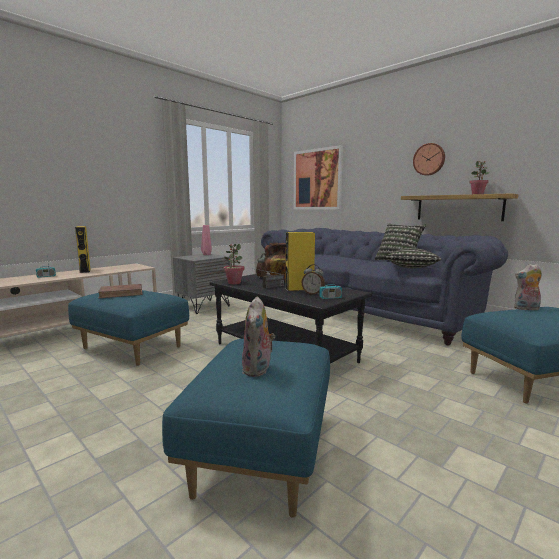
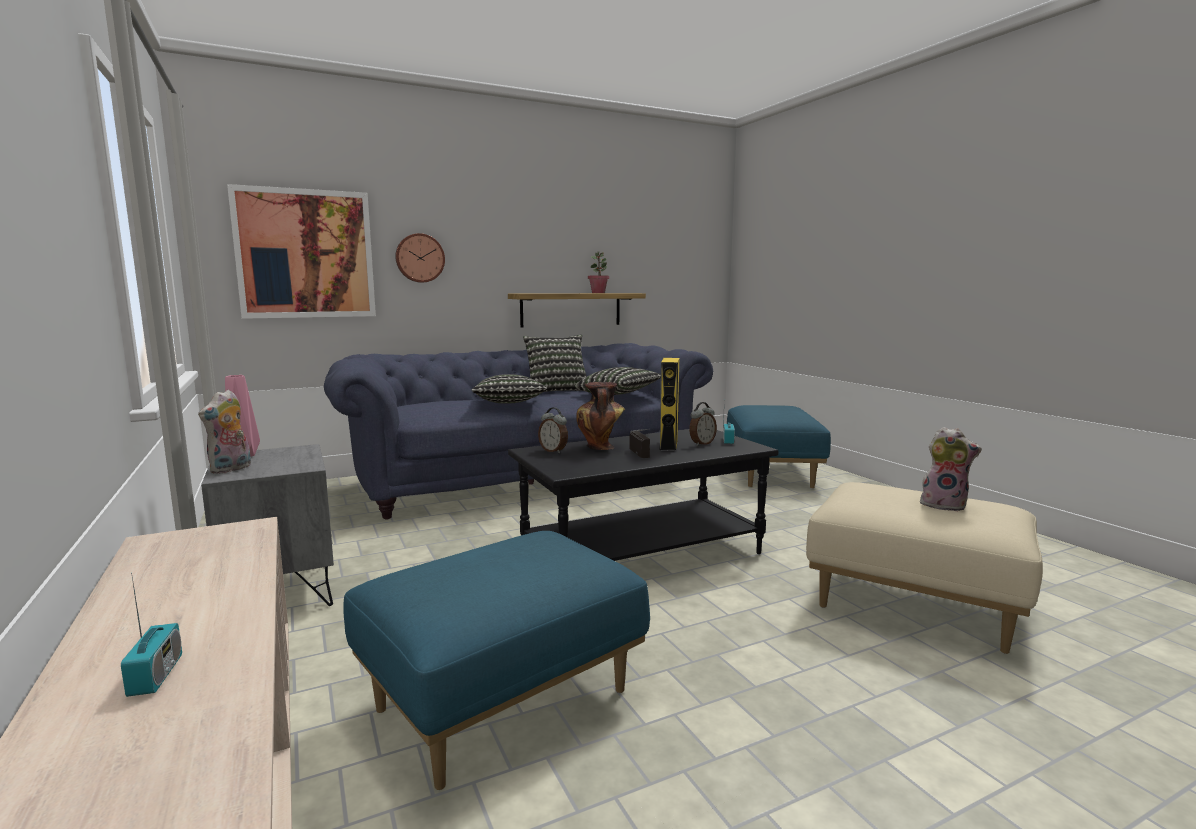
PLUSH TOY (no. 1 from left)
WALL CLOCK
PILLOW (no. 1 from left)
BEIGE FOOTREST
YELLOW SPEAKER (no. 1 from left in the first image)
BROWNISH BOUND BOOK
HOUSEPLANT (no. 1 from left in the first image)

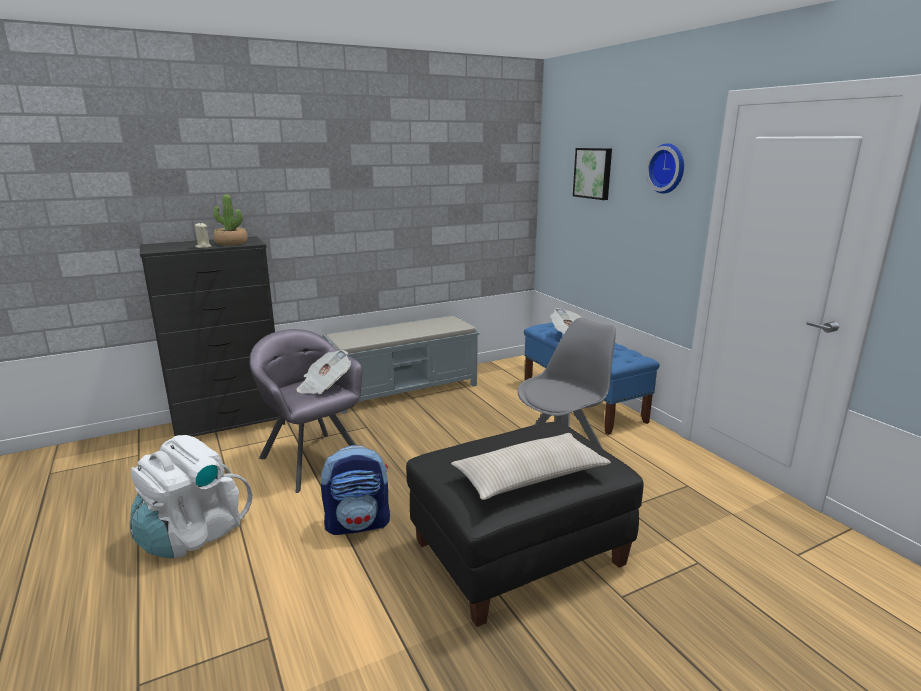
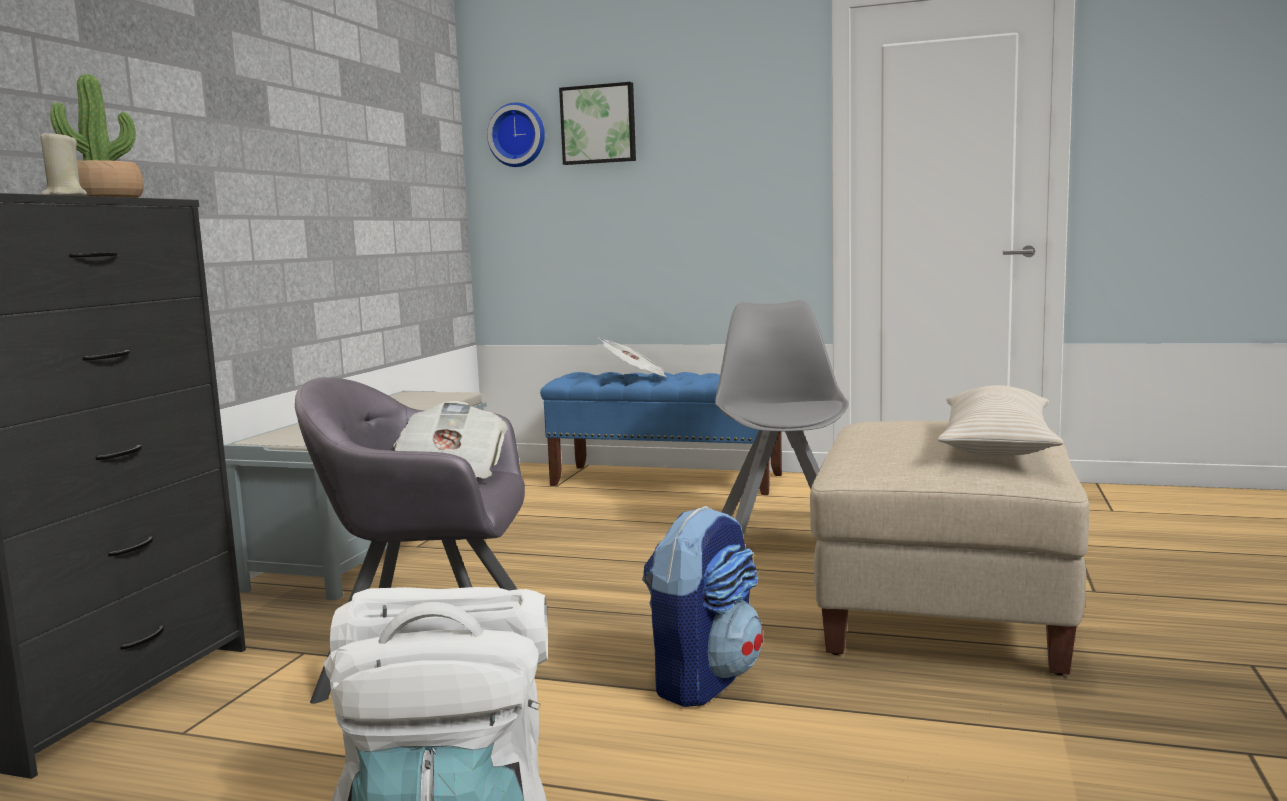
WALL CLOCK
BEIGE FOOTREST

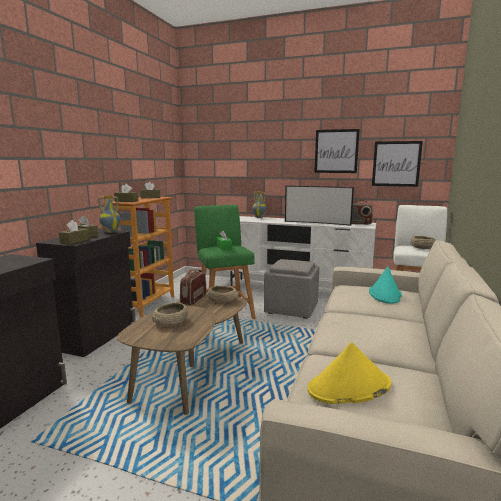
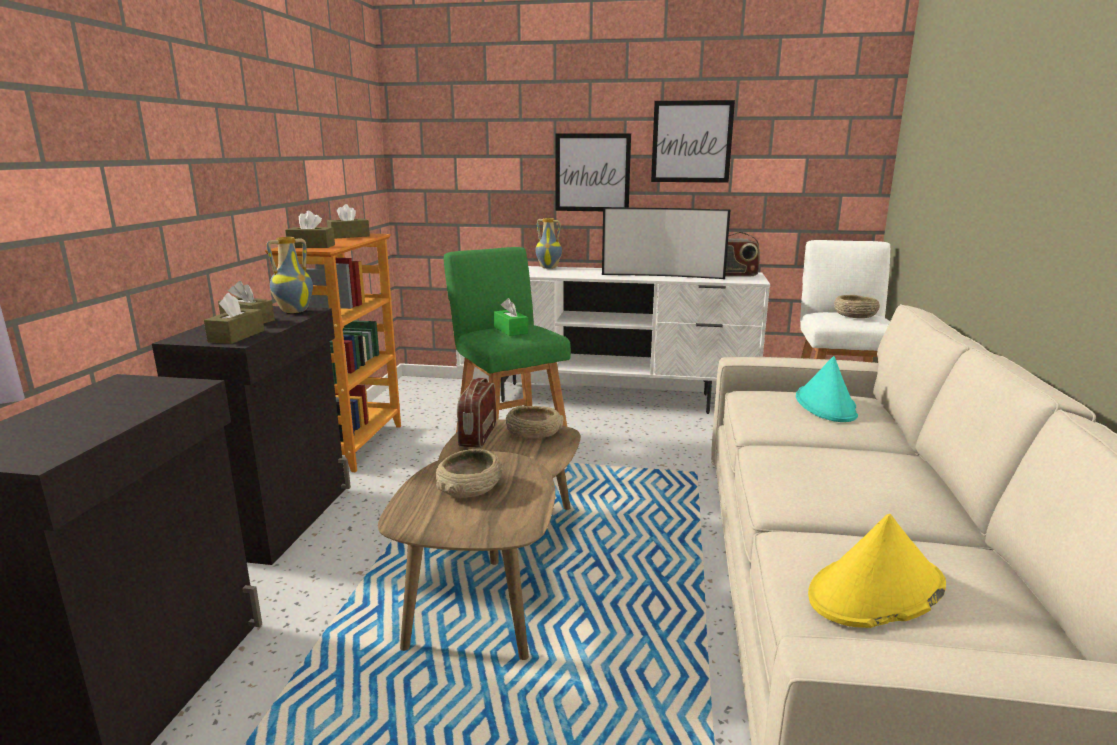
PICTURE (no. 1 from left)
GRAY FOOTREST

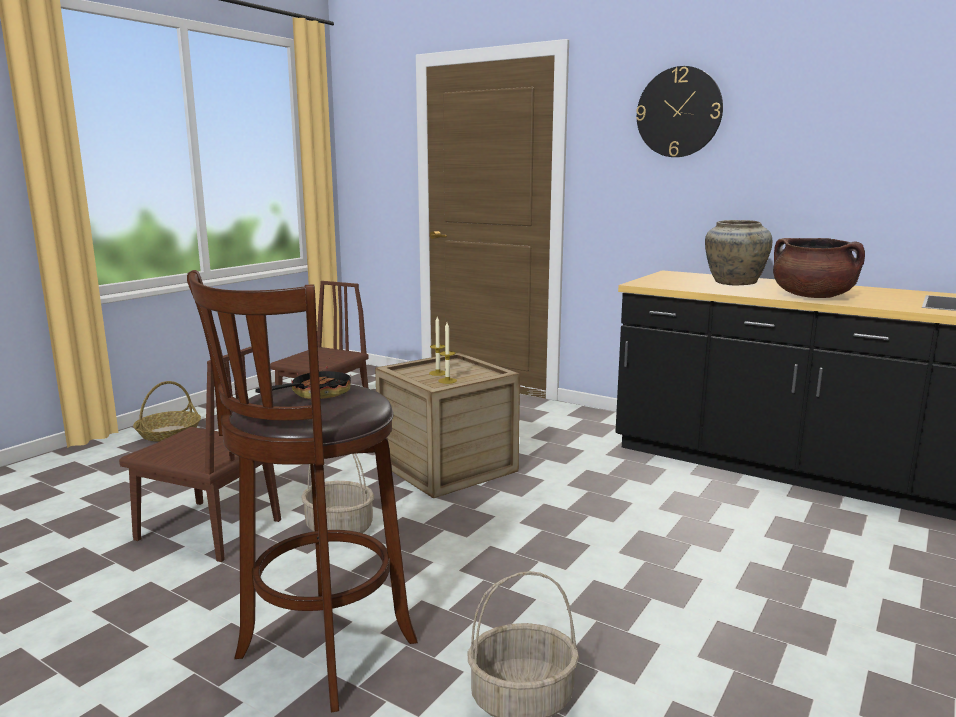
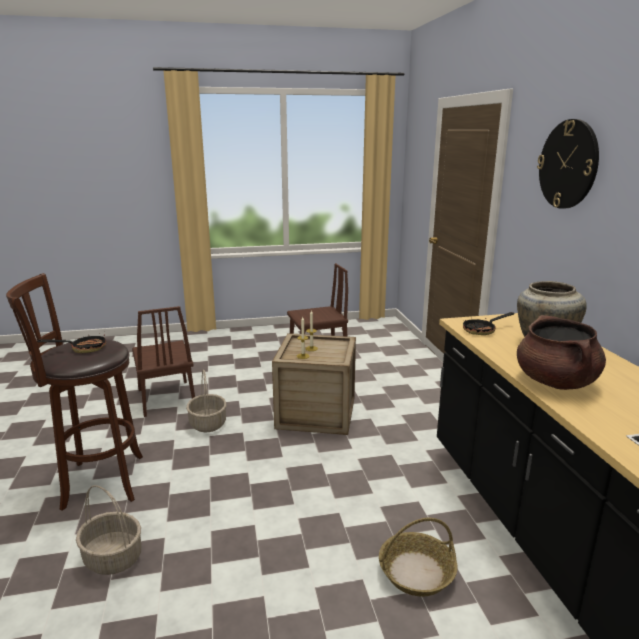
STORAGE BASKET (no. 3 from left)
PAN (no. 2 from left)

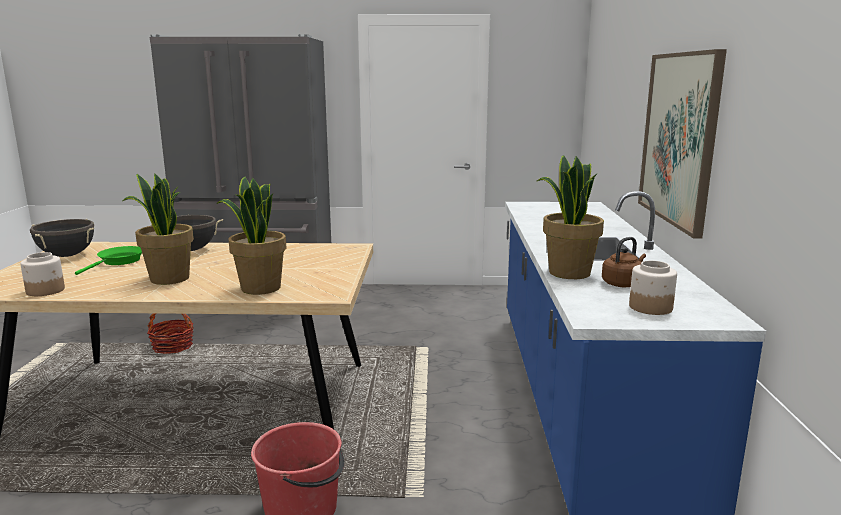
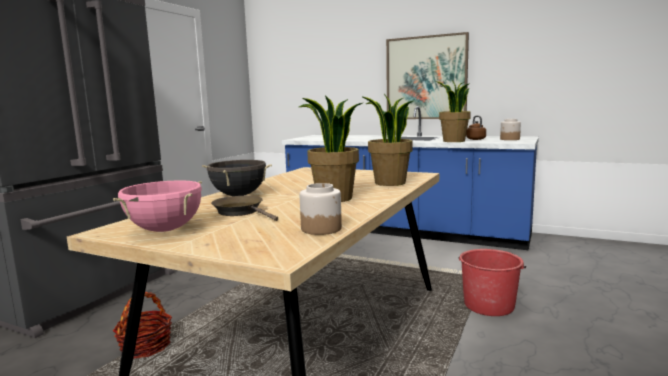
PINK-COLOURED STOCKPOT
BROWNISH PAN

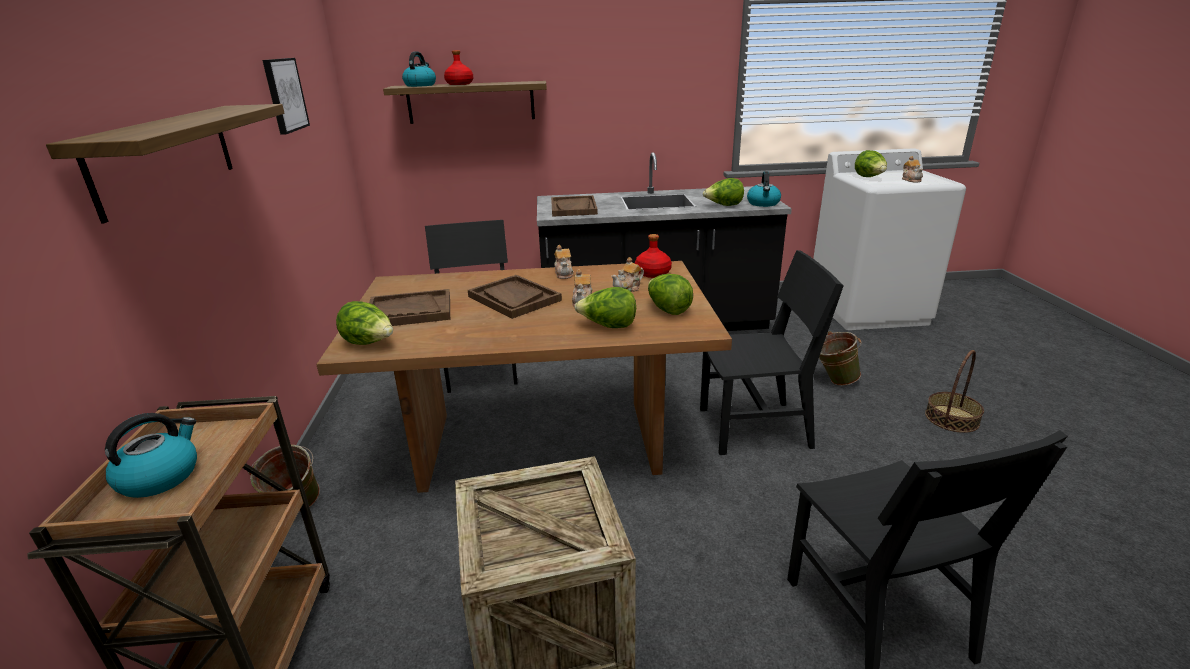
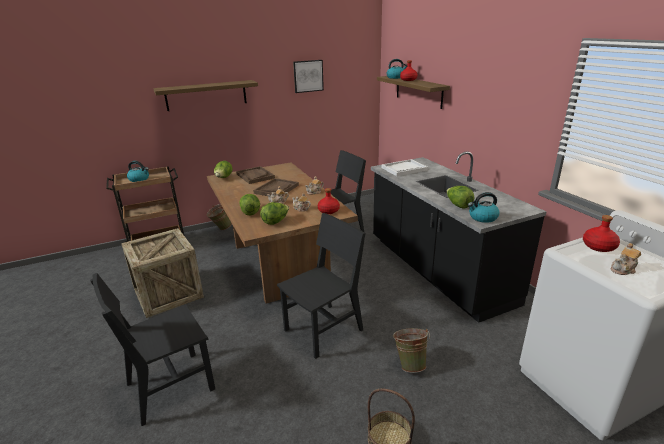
BLACK PLAIN CHAIR (no. 2 from left)
WHITISH SERVING TRAY
RED BEVERAGE BOTTLE (no. 3 from left)

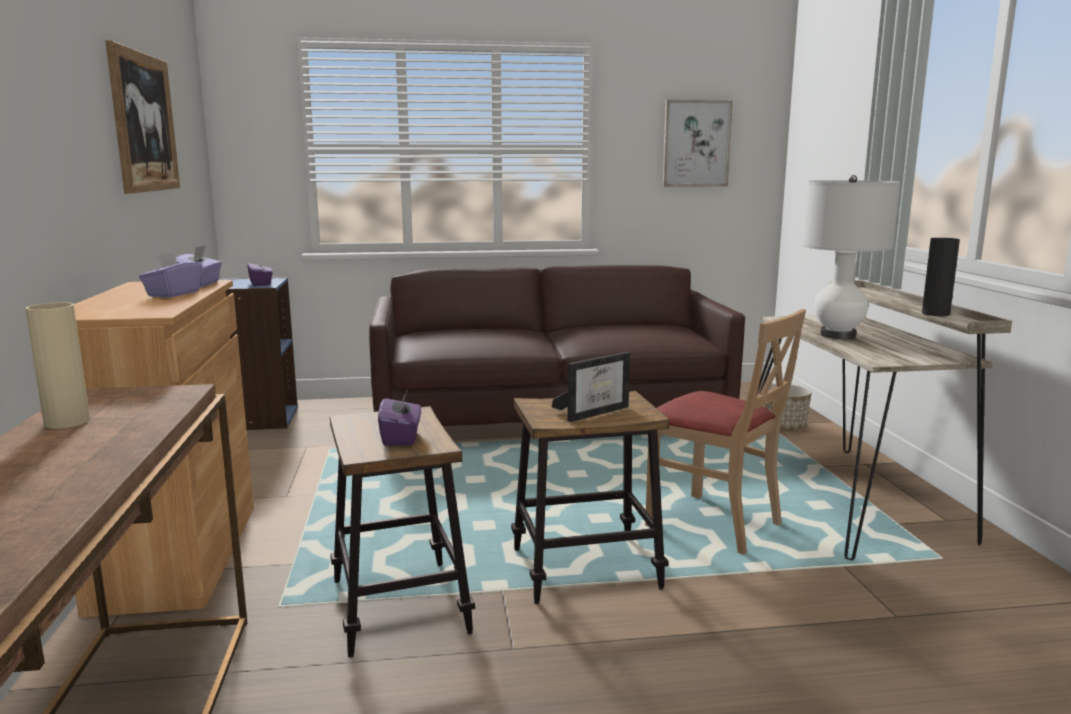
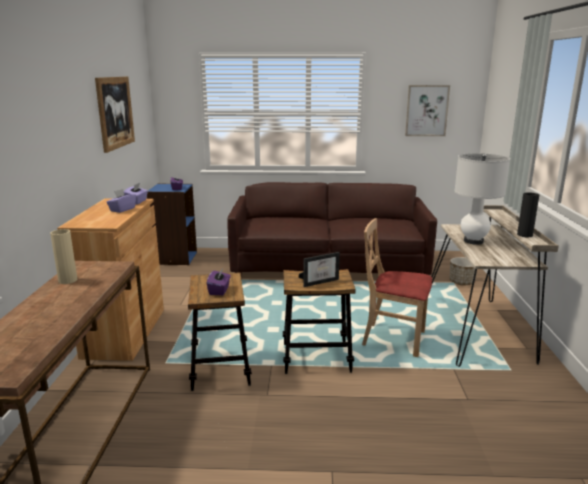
BEIGE PLAIN CHAIR

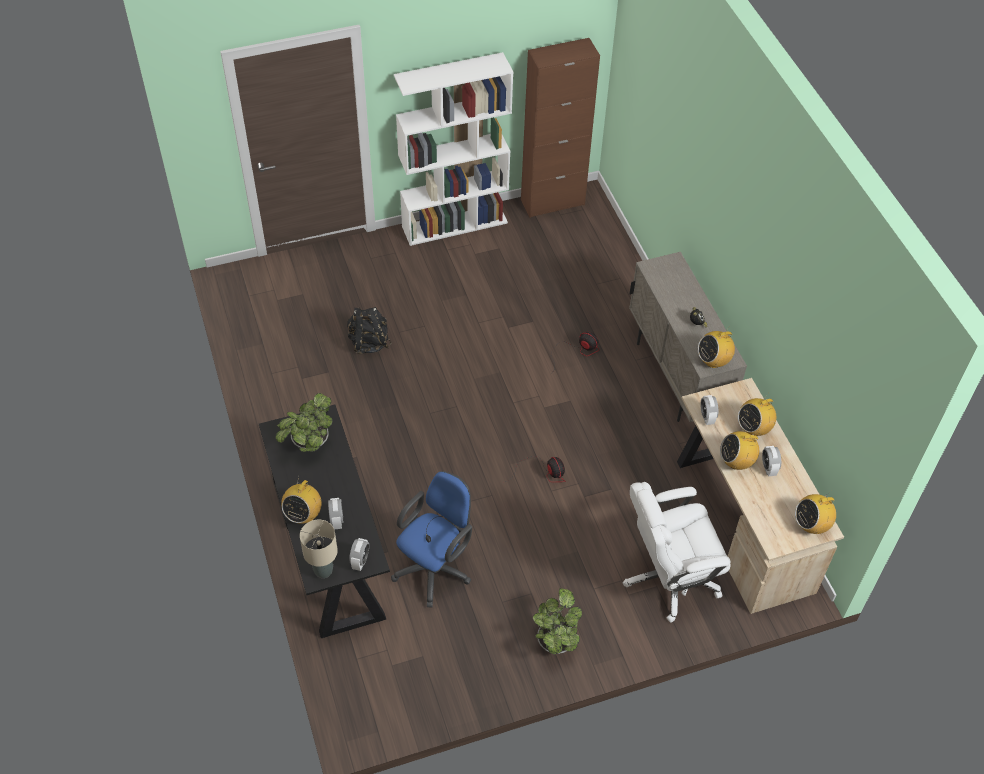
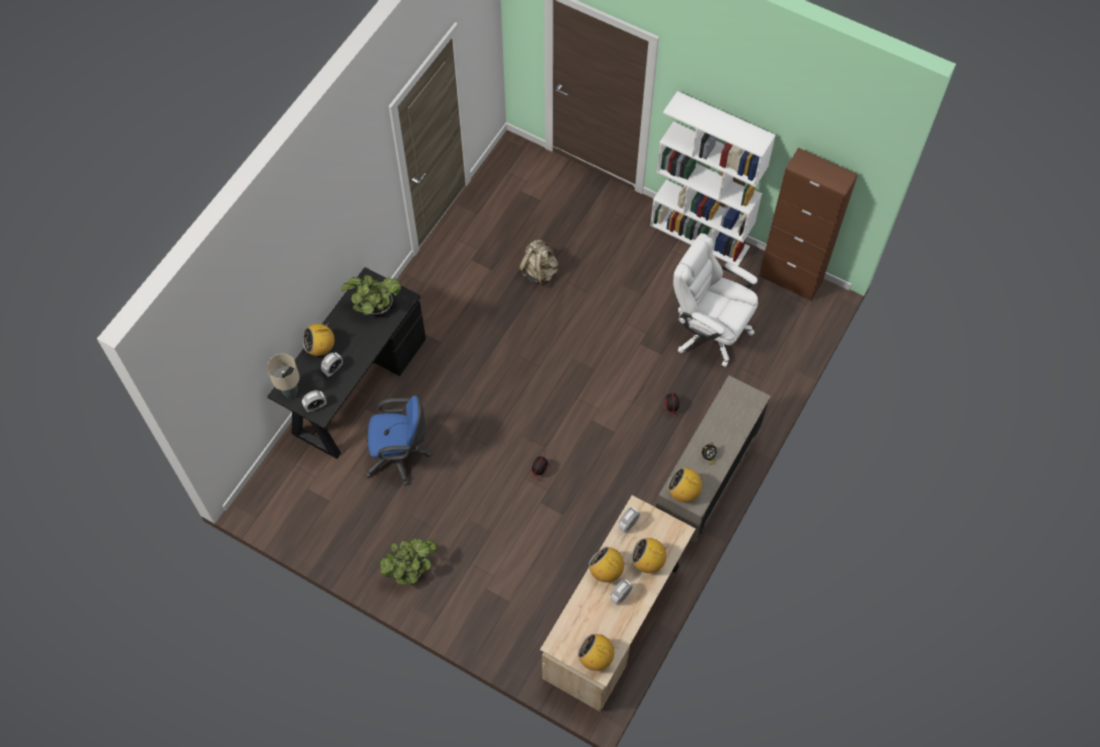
BEIGE KNAPSACK
WHITISH DESK CHAIR

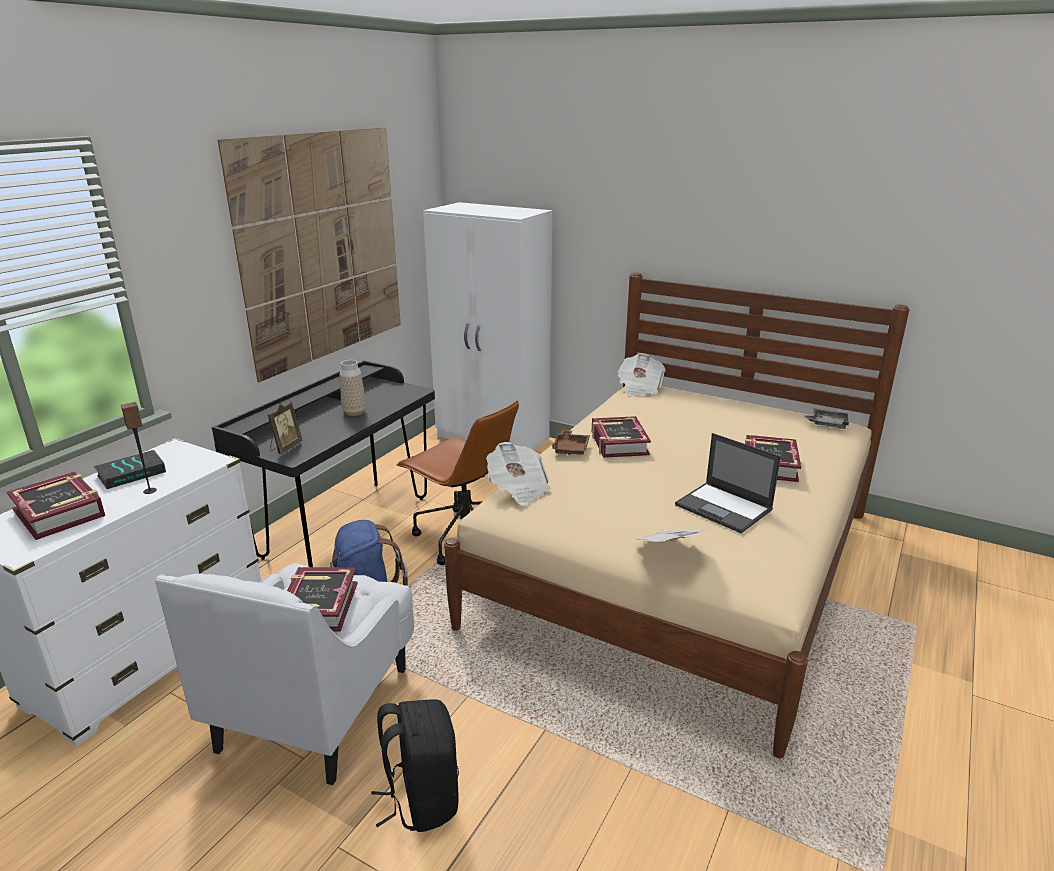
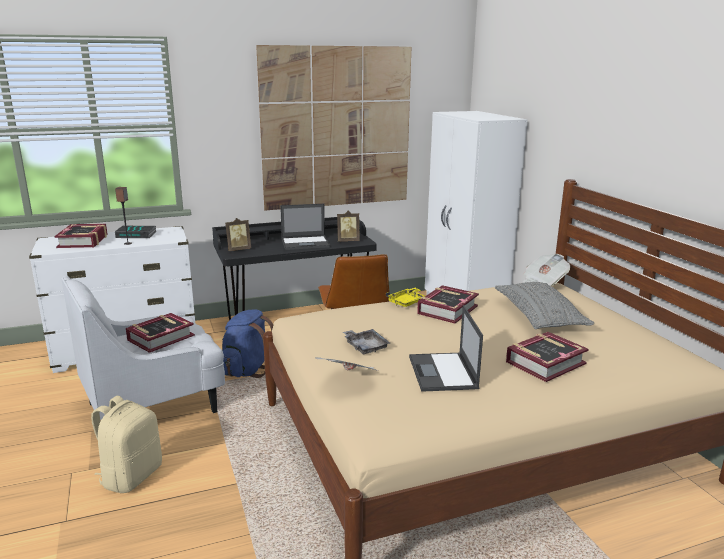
BEIGE KNAPSACK
LAPTOP (no. 1 from left)
PHOTO FRAME (no. 2 from left)
GRAY SERVING TRAY
YELLOW SERVING TRAY
GRAY PILLOW
NEWSPAPER (no. 1 from left in the first image)

